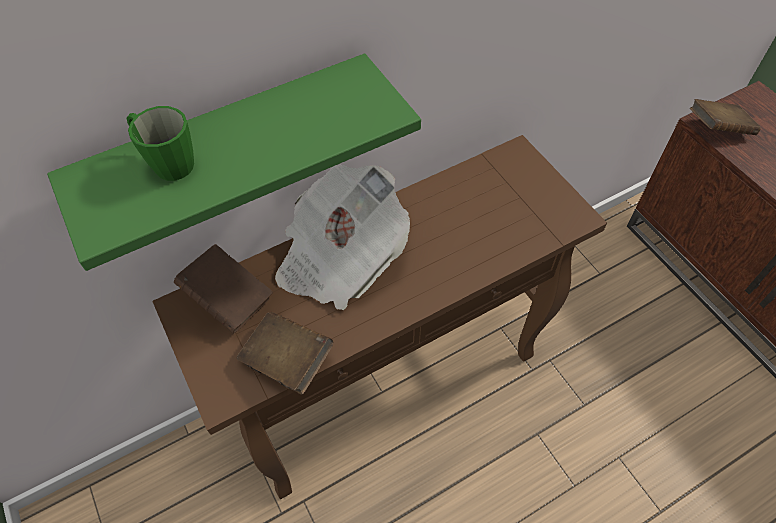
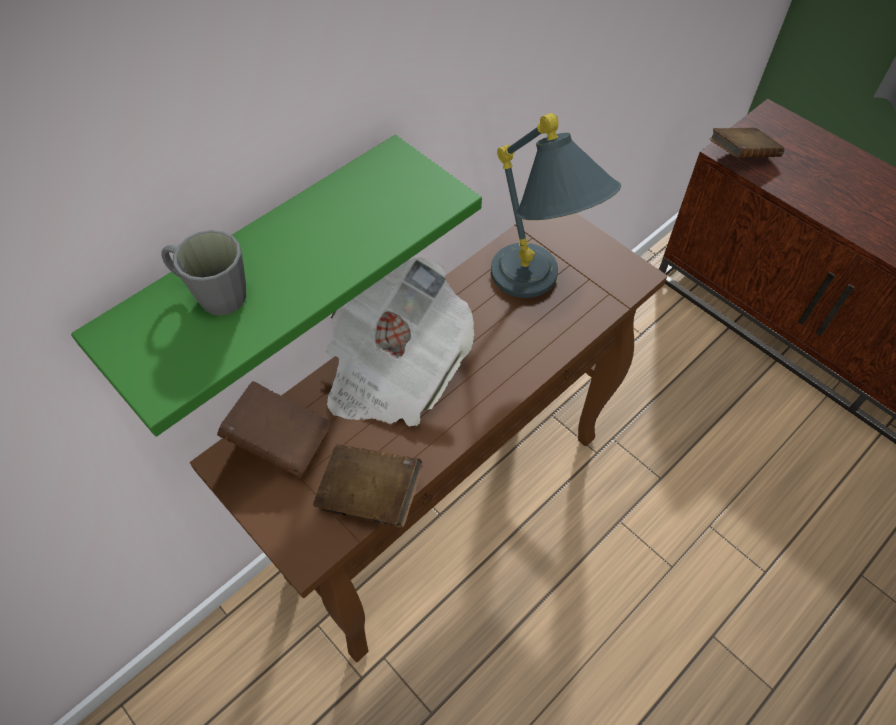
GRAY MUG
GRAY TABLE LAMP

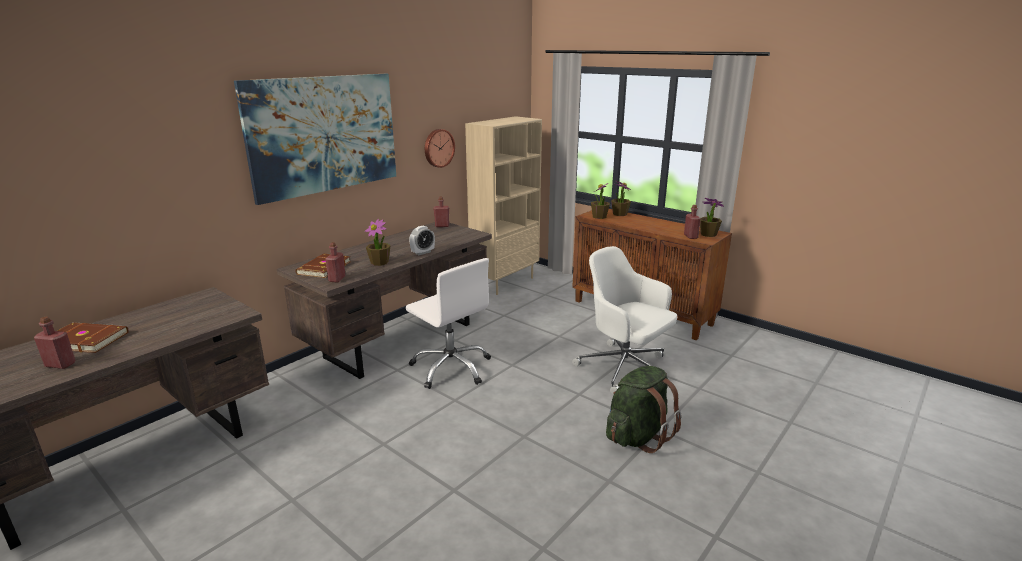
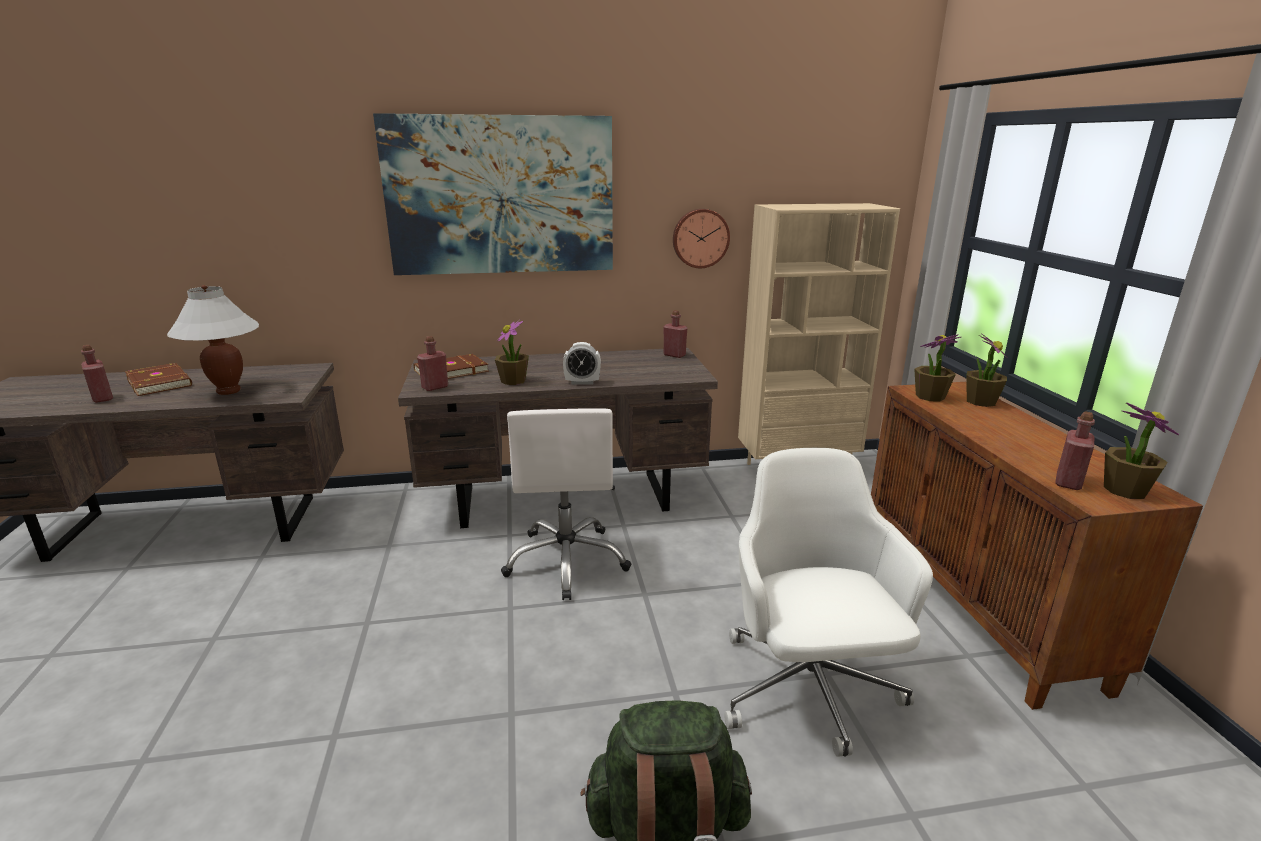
WHITISH TABLE LAMP

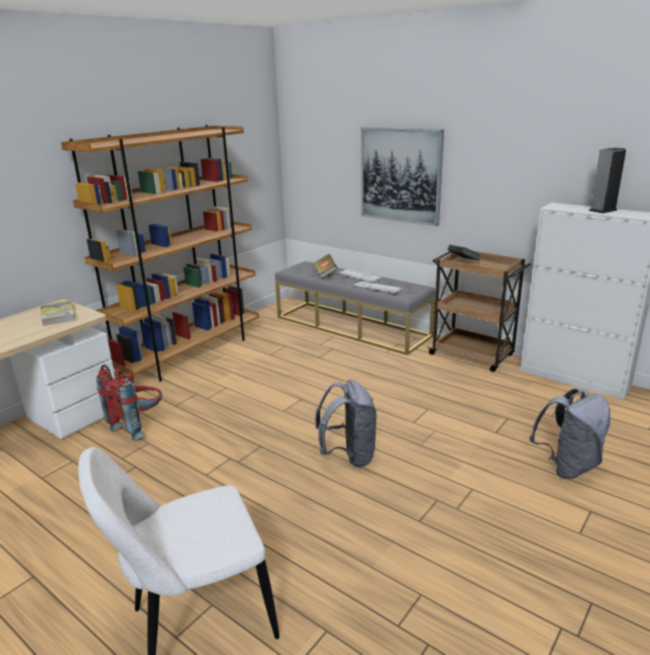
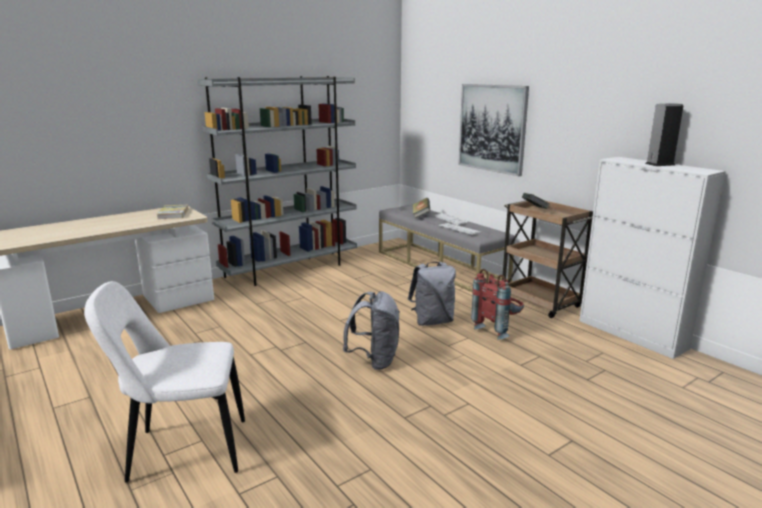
GRAY BOOKCASE
GRAY KNAPSACK (no. 2 from left)
RED KNAPSACK

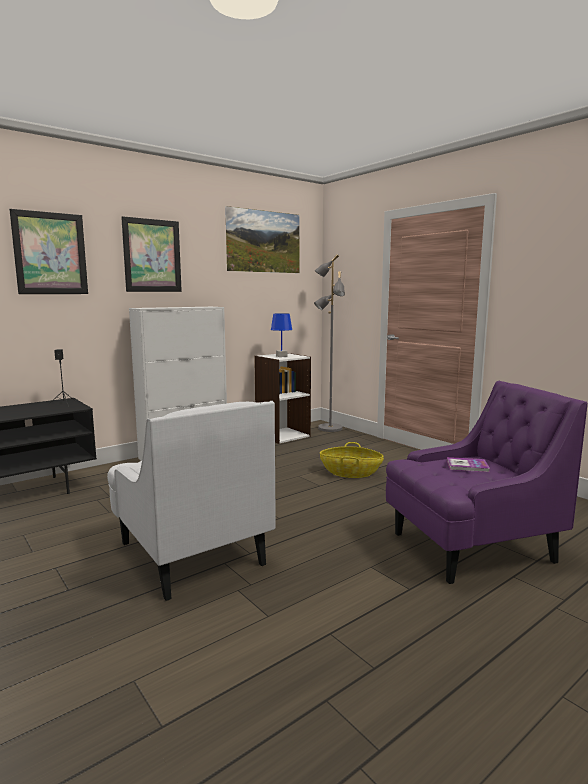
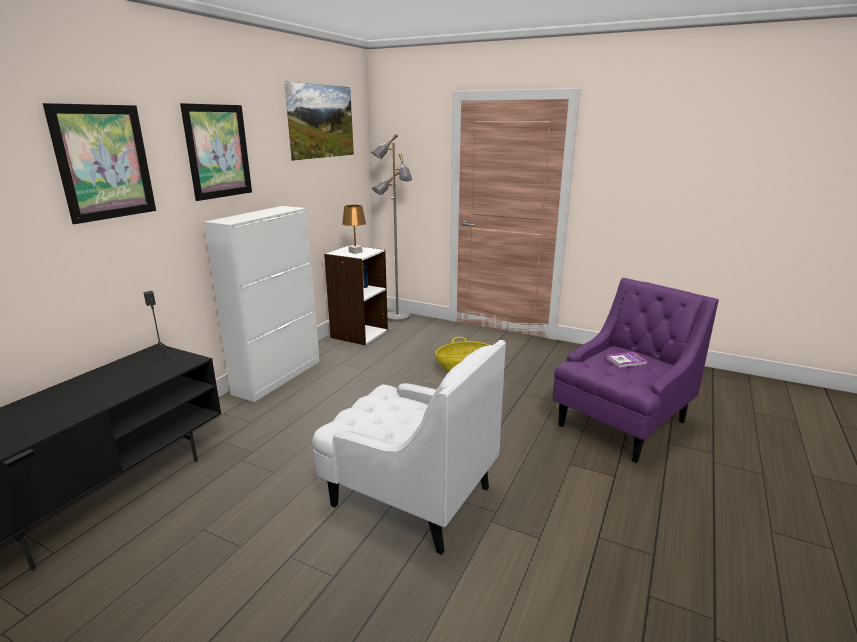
BROWNISH TABLE LAMP

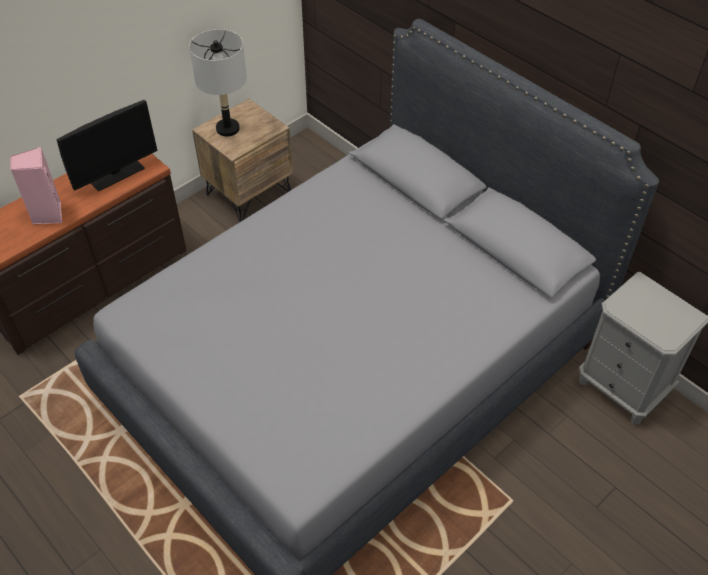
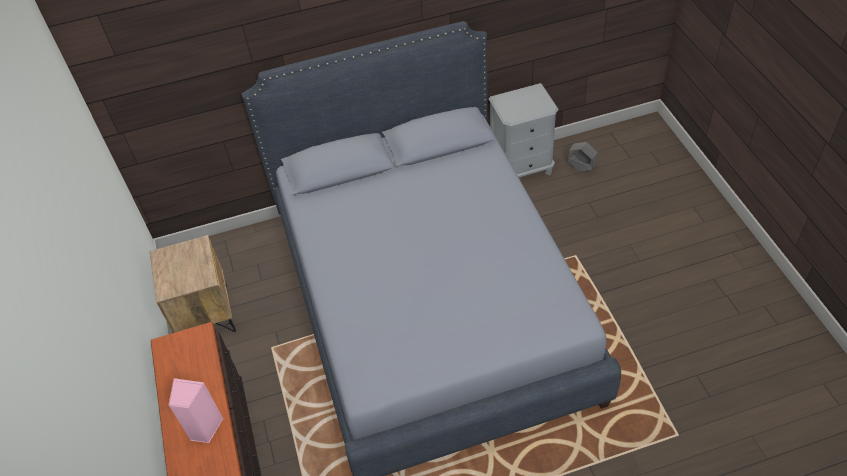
GRAY PLANT POT
COMPUTER SCREEN
GRAY TABLE LAMP

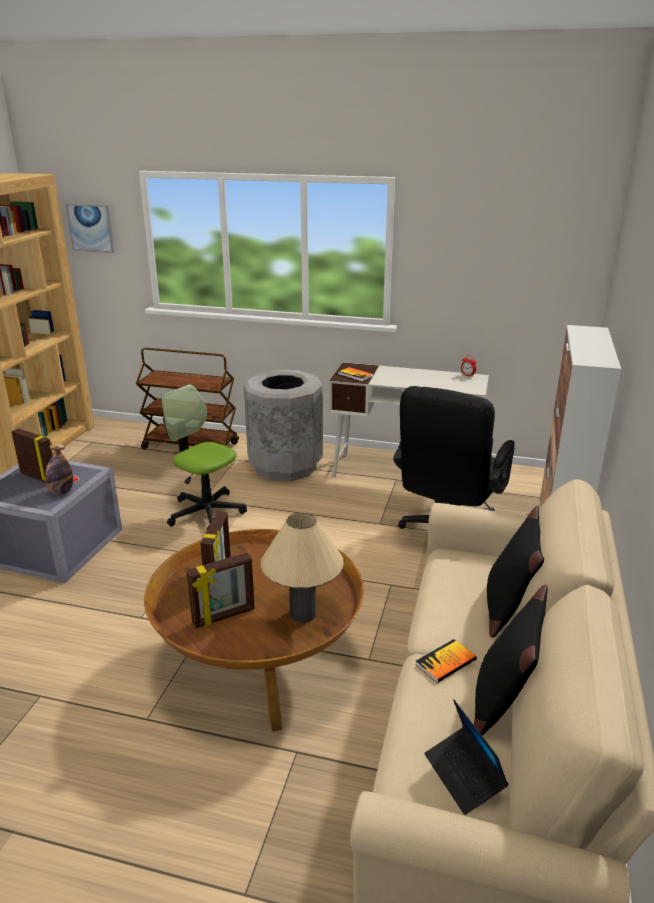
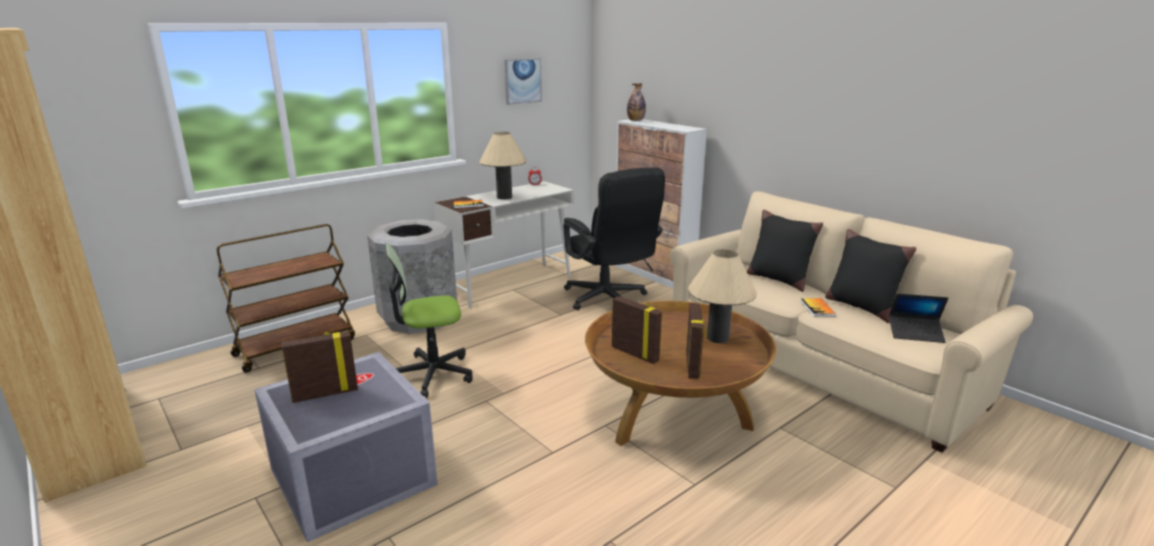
BEIGE TABLE LAMP (no. 1 from left)
PICTURE
BEVERAGE BOTTLE

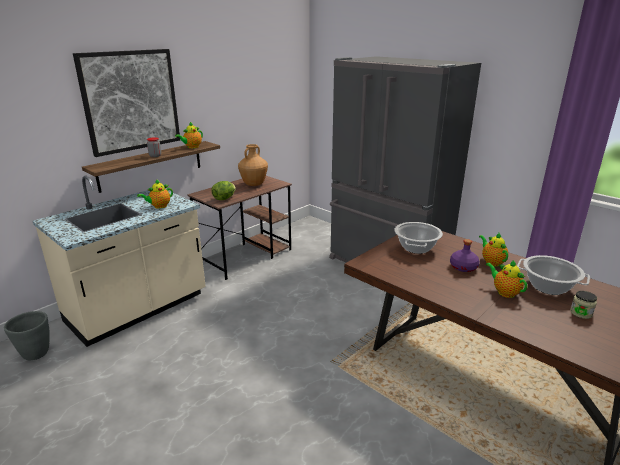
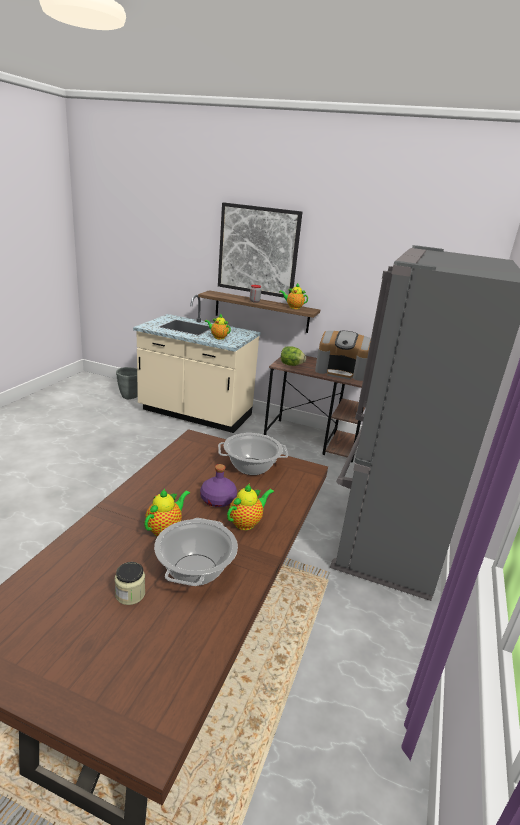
COFFEE BREWER

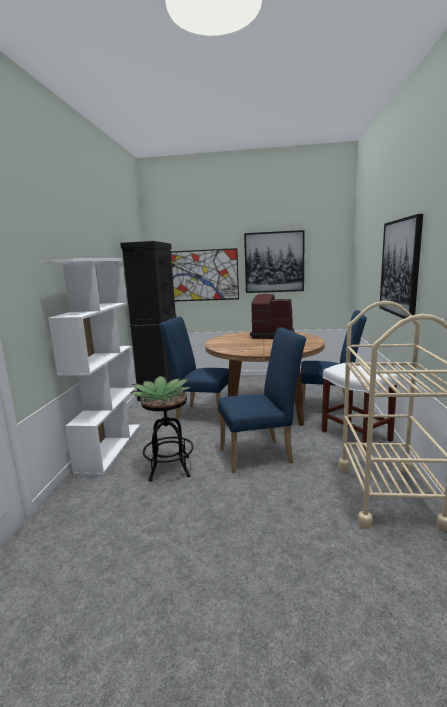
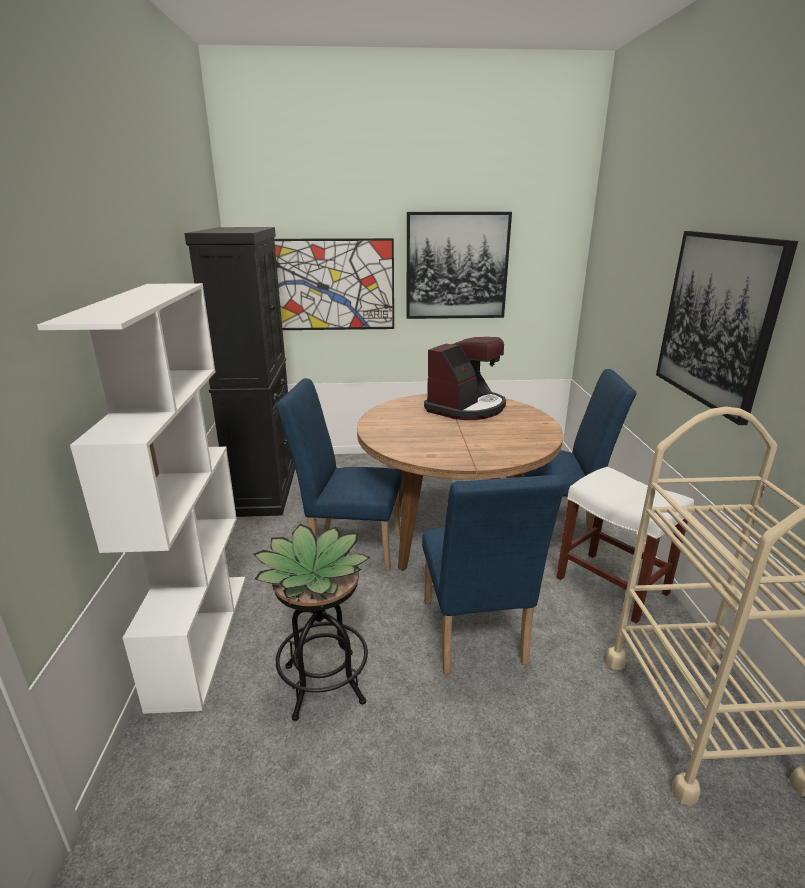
BLUISH PLAIN CHAIR (no. 2 from left)
COFFEE BREWER

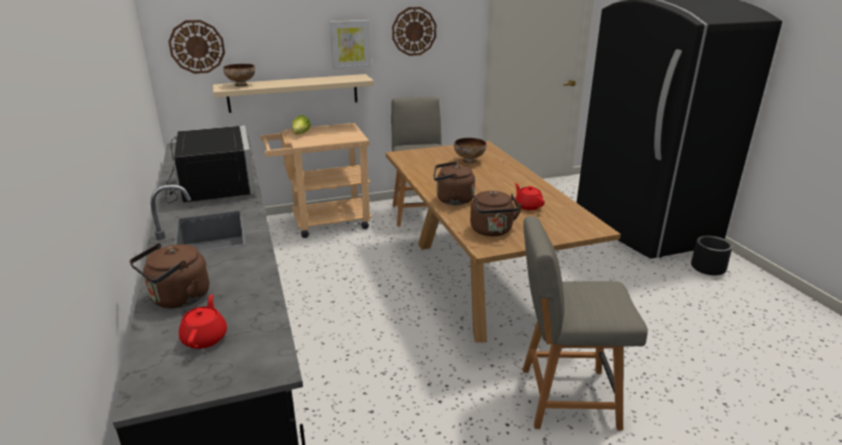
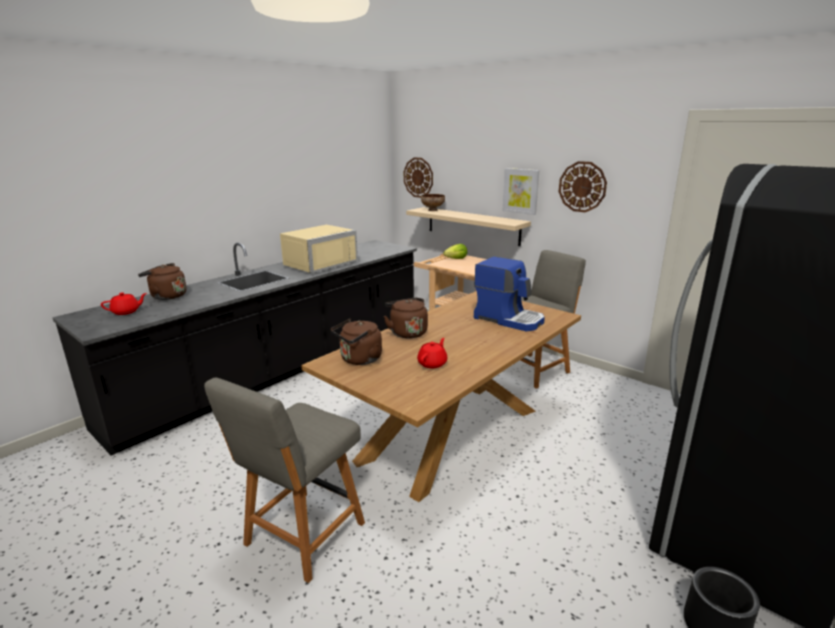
GRAY PLAIN CHAIR (no. 1 from left)
BEIGE MICROWAVE
COFFEE BREWER

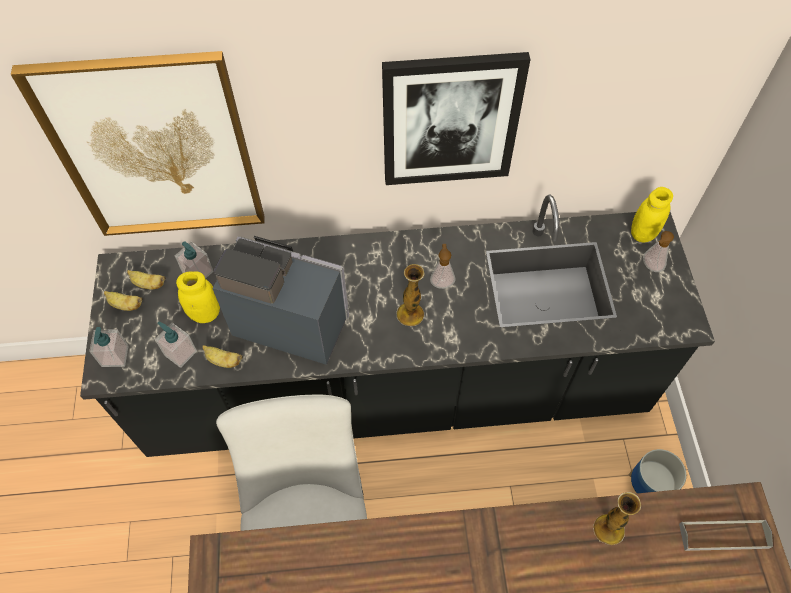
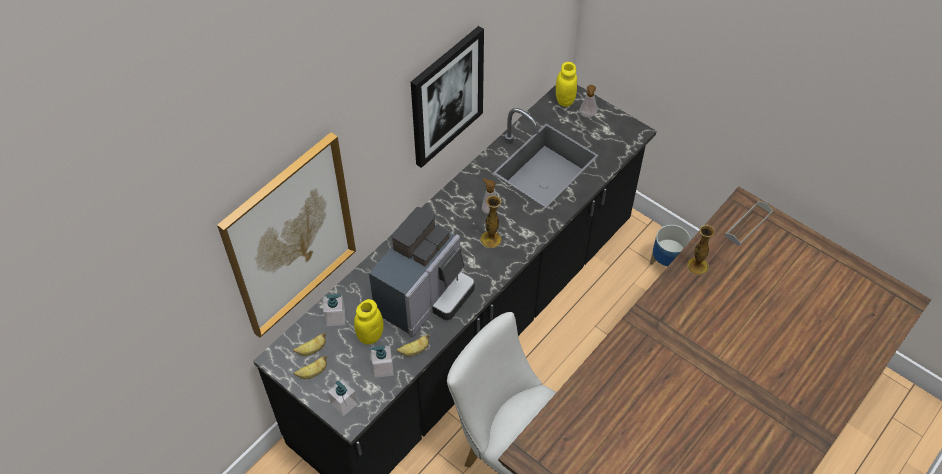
COFFEE BREWER

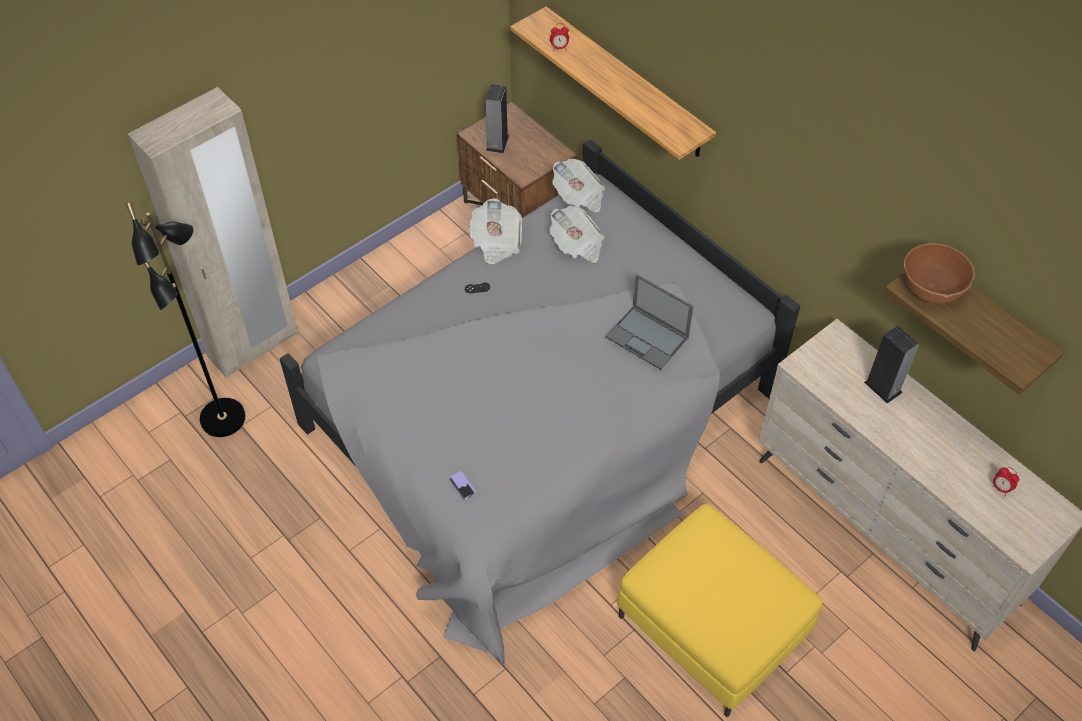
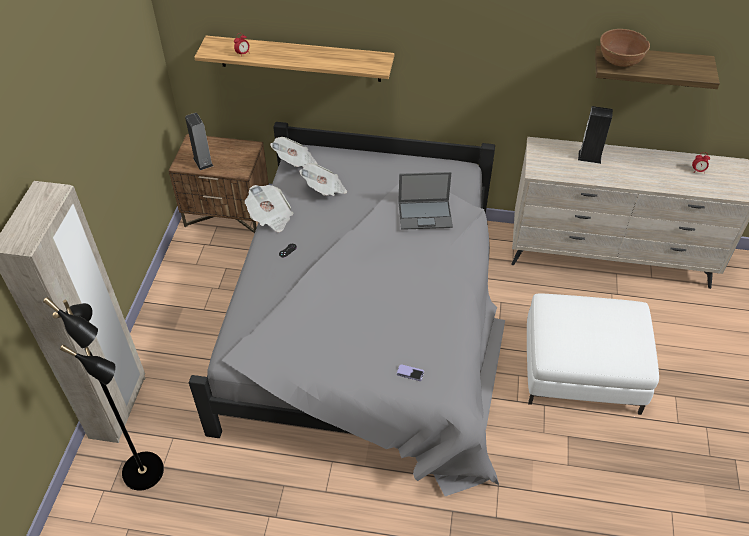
WHITISH FOOTREST

